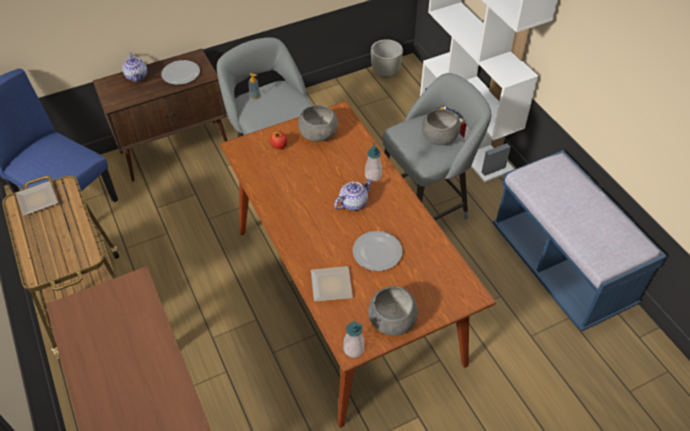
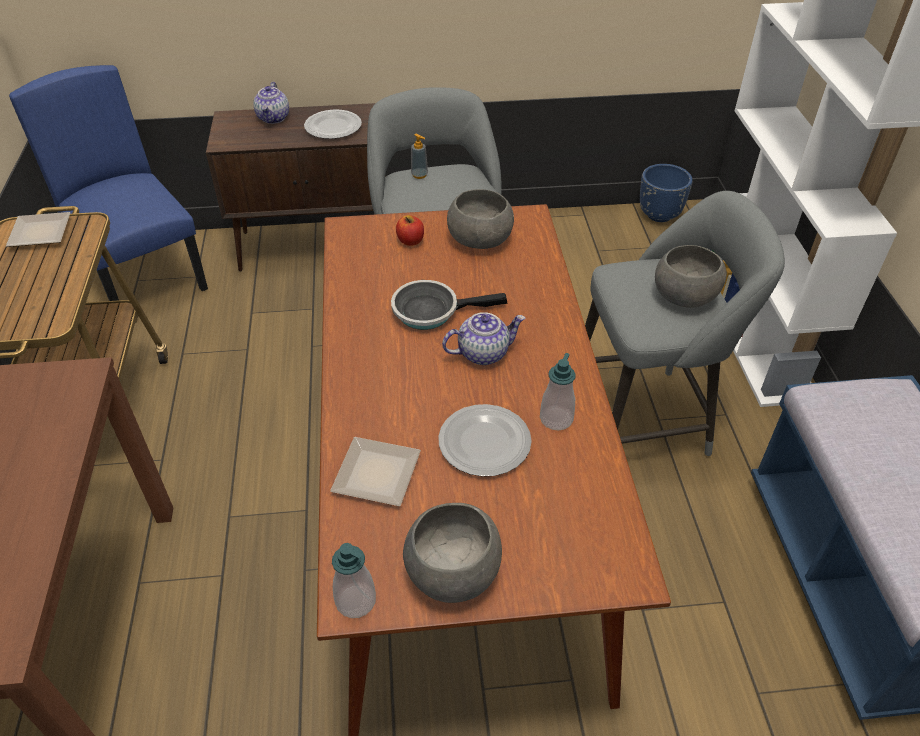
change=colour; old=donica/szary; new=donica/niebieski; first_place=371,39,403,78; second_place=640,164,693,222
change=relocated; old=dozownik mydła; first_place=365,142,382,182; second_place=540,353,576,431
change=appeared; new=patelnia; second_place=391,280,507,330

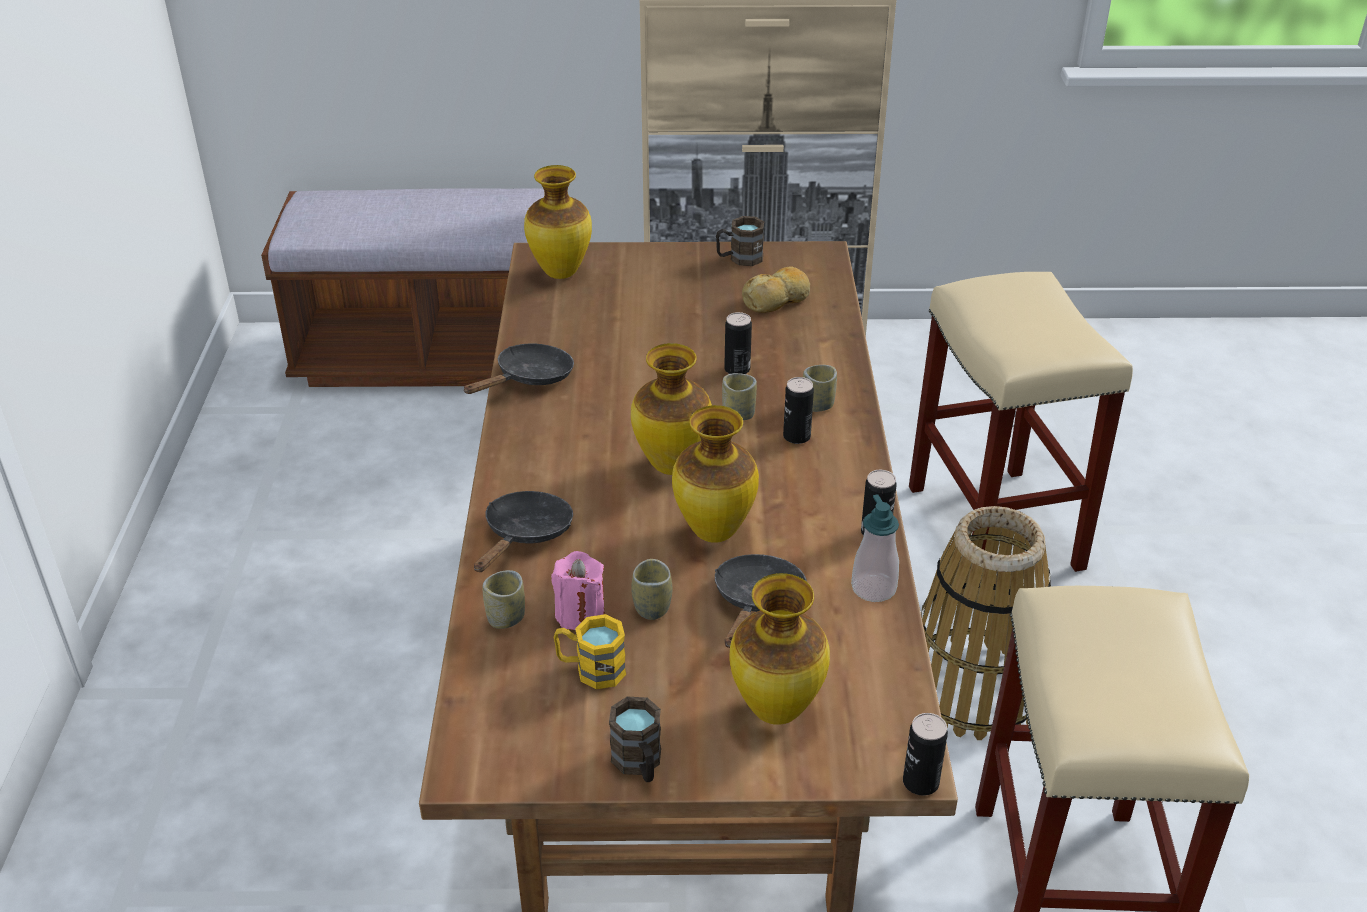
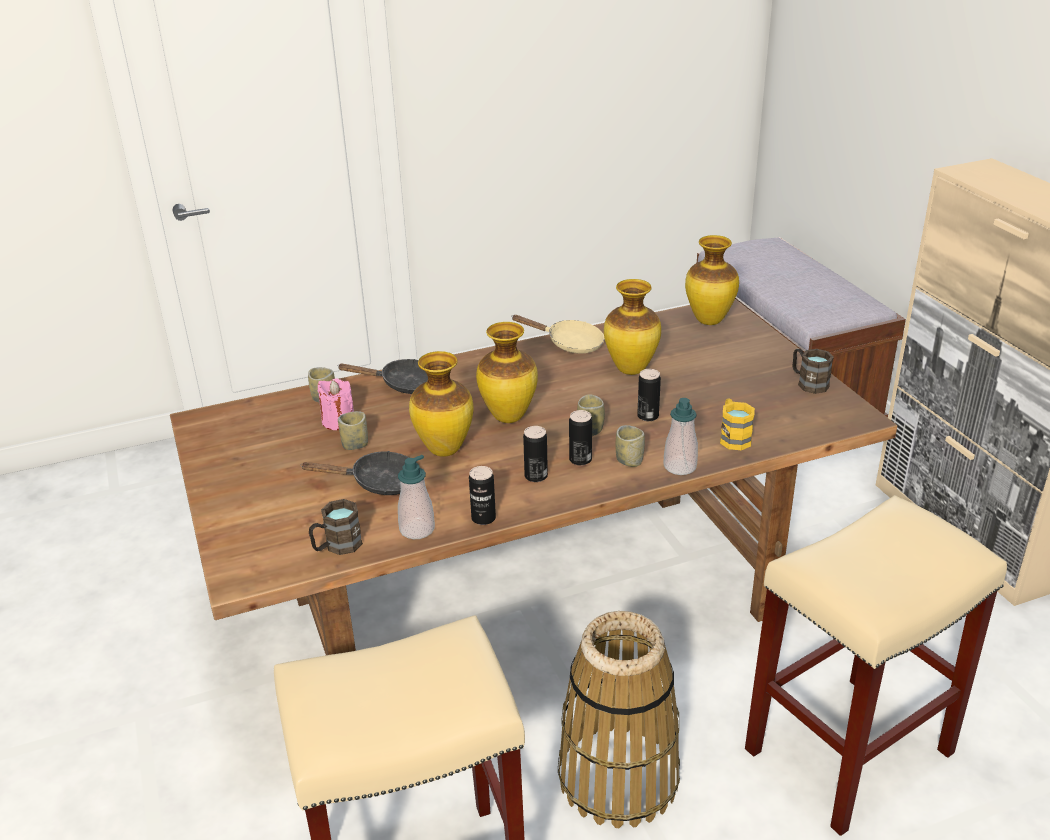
change=missing; old=chleb; first_place=742,266,810,313
change=colour; old=patelnia/czarny; new=patelnia/beżowy; first_place=463,344,574,394; second_place=511,315,604,354
change=relocated; old=wazon; first_place=729,573,830,725; second_place=604,279,661,375
change=relocated; old=kubek/żółty; first_place=554,614,626,689; second_place=720,399,755,450
change=relocated; old=kubek/brązowy; first_place=609,697,661,782; second_place=309,499,363,555
change=relocated; old=puszka; first_place=903,713,948,796; second_place=523,426,548,482
change=appeared; new=dozownik mydła; second_place=663,398,698,475

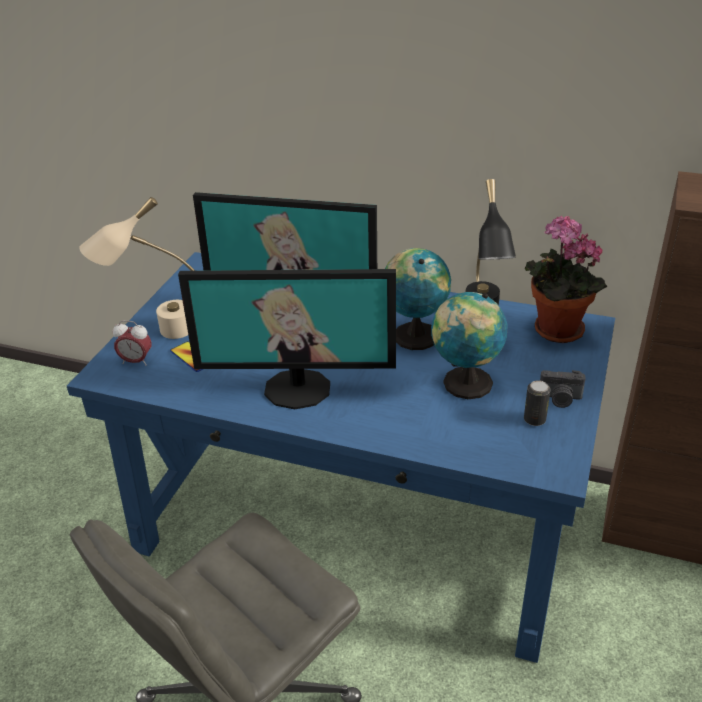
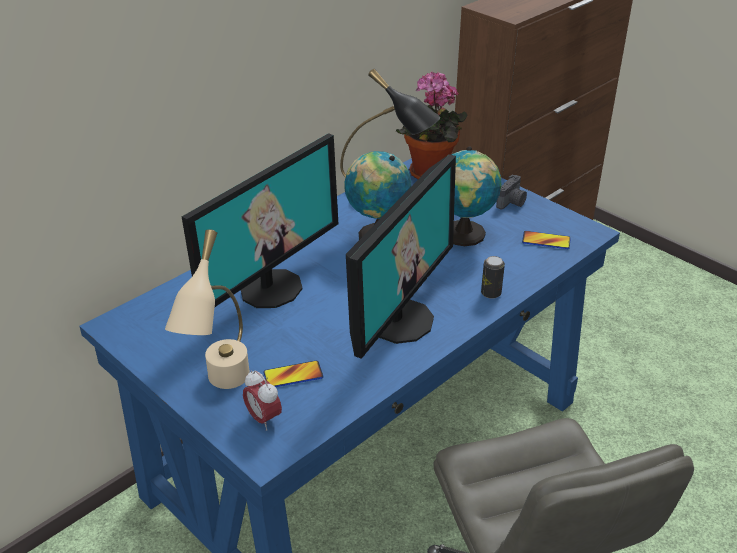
change=spun; old=budzik; first_place=113,320,151,366; second_place=243,370,282,431; degrees=105
change=relocated; old=puszka; first_place=524,380,550,426; second_place=481,256,505,299
change=appeared; new=telefon; second_place=522,231,571,249

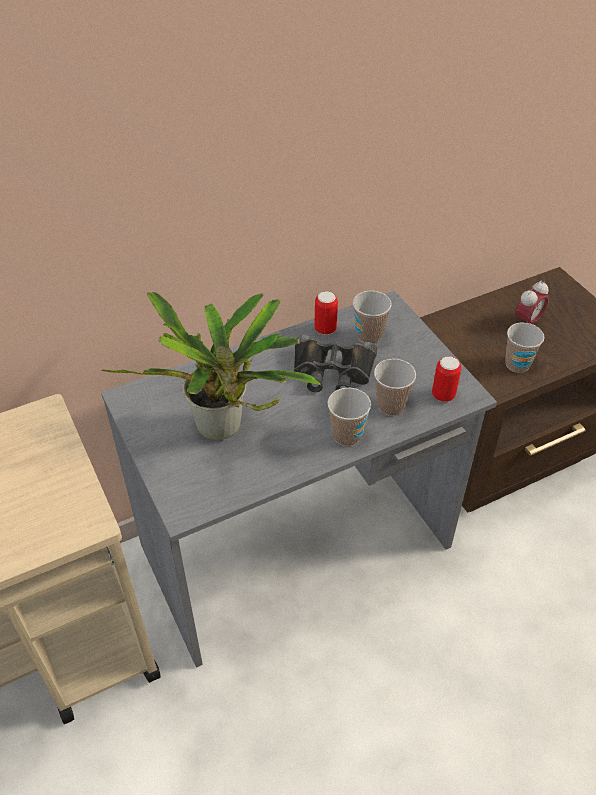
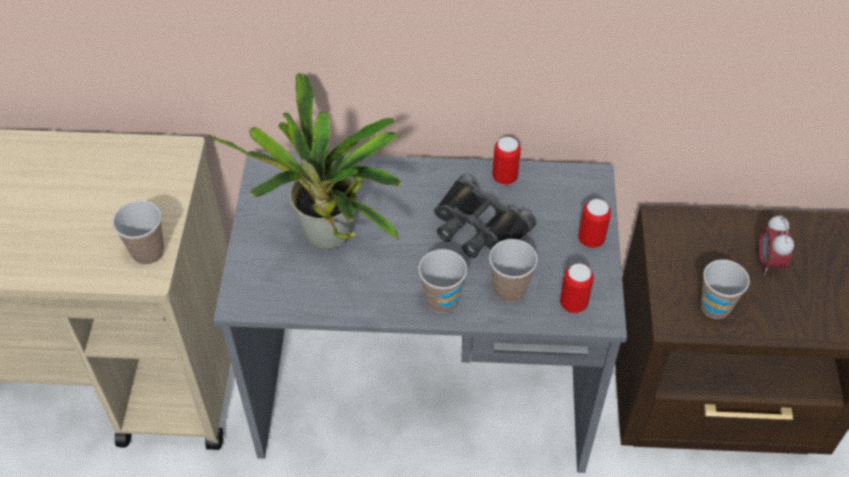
change=spun; old=budzik; first_place=515,280,549,324; second_place=758,215,794,276; degrees=105
change=relocated; old=filiżanka; first_place=353,291,392,344; second_place=112,200,164,265
change=appeared; new=puszka; second_place=578,199,611,248

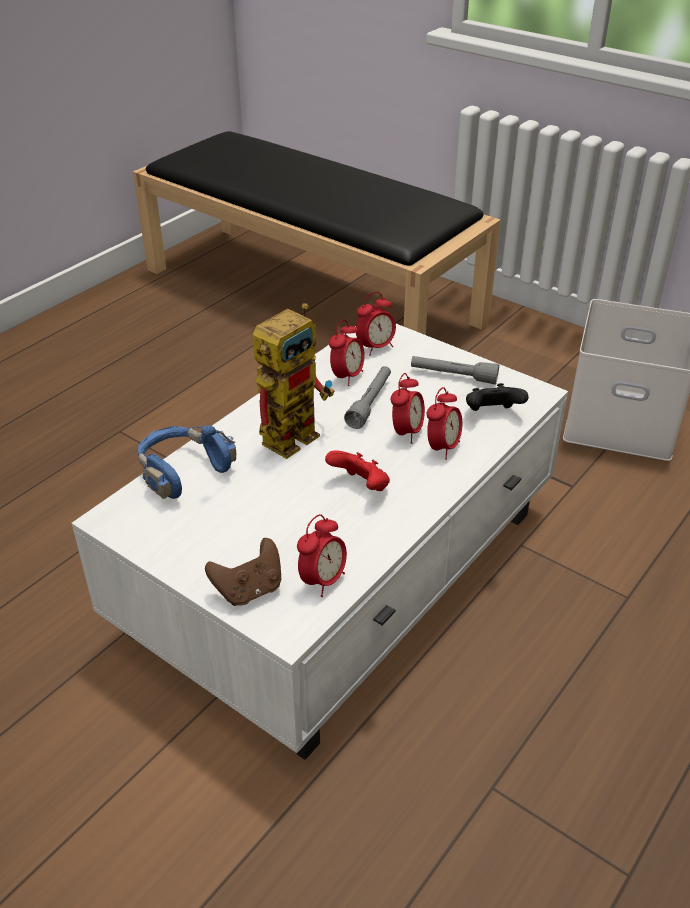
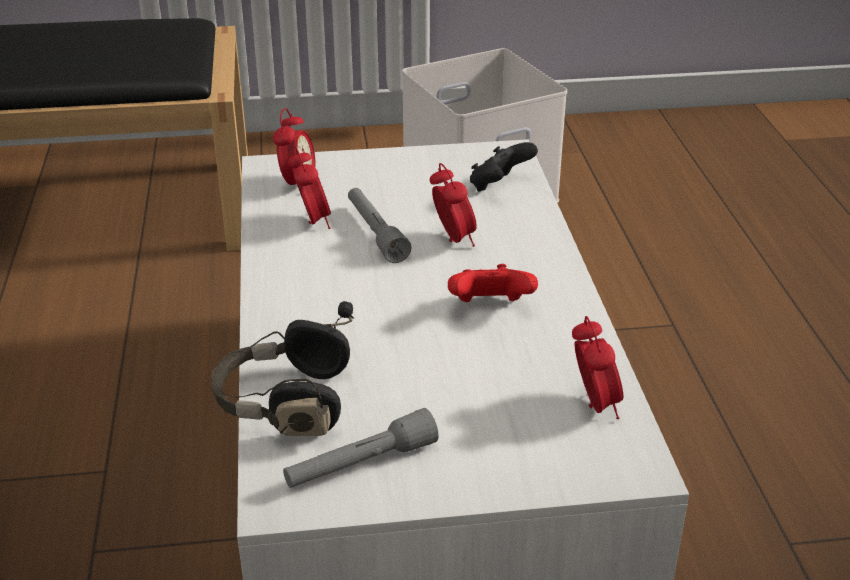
change=missing; old=robot zabawkowy; first_place=253,303,335,459
change=relocated; old=latarka/szary; first_place=411,356,499,385; second_place=283,408,439,488
change=missing; old=budzik; first_place=427,387,462,460
change=colour; old=słuchawki/niebieski; new=słuchawki/czarny; first_place=138,425,236,499; second_place=211,301,354,436
change=missing; old=pad do gier/brązowy; first_place=205,538,281,606

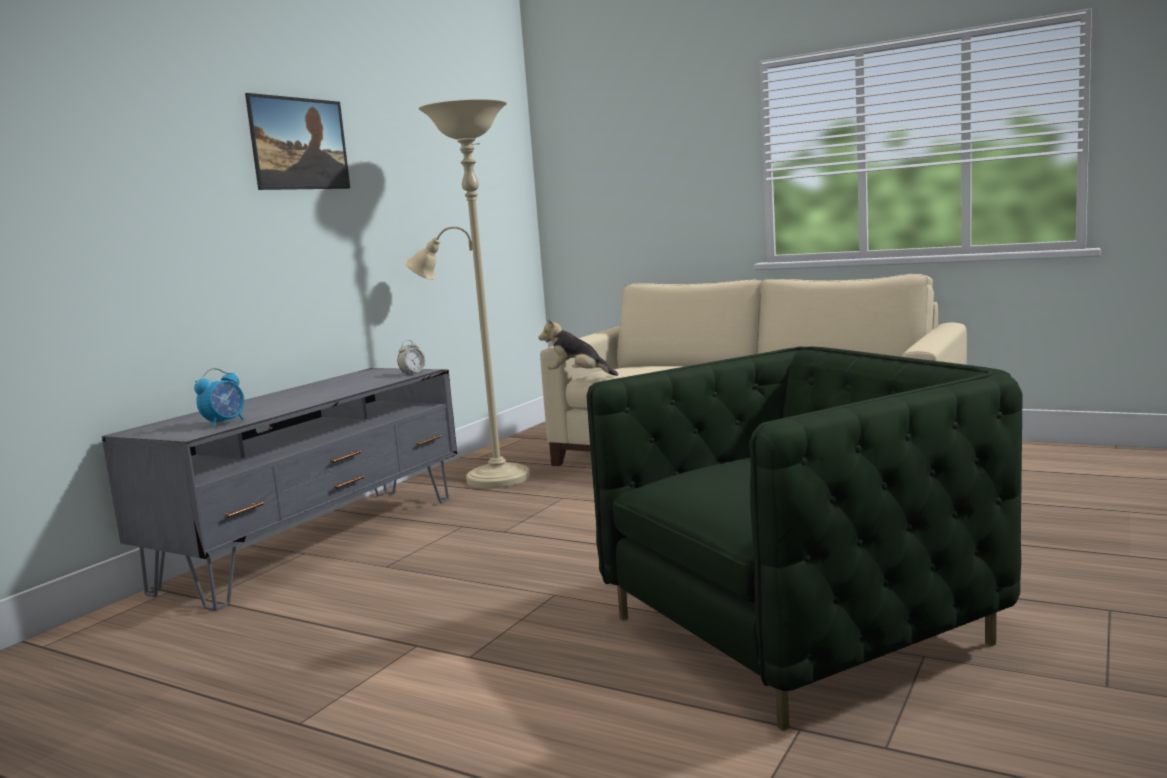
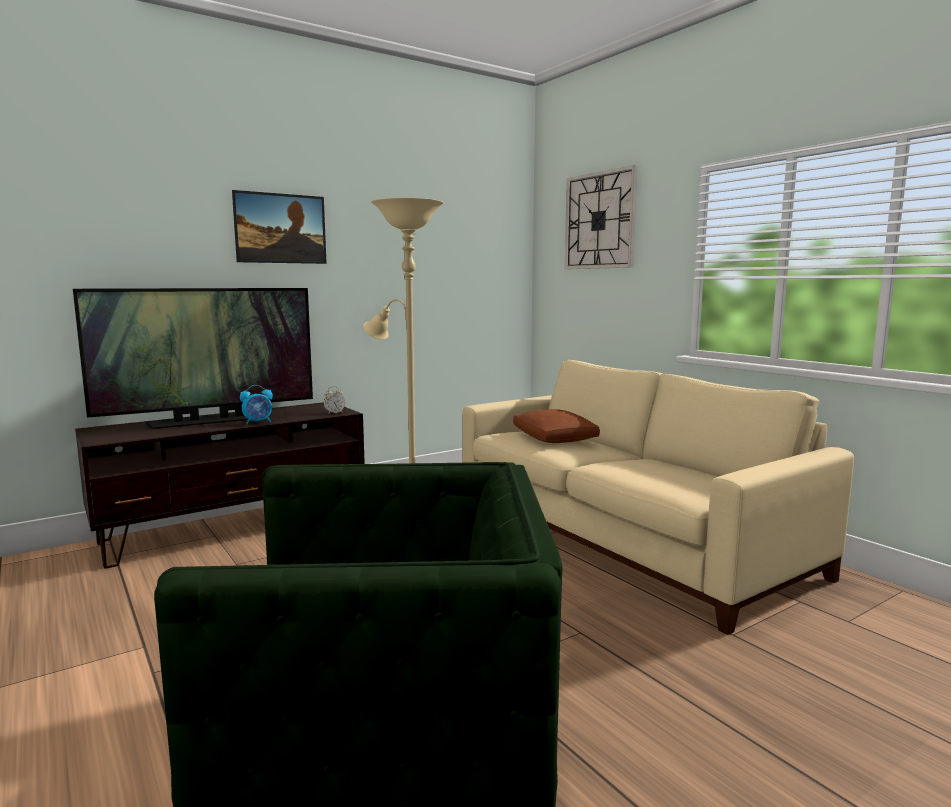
change=missing; old=pluszak; first_place=539,318,618,376
change=colour; old=szafka pod telewizor/szary; new=szafka pod telewizor/brązowy; first_place=102,368,457,611; second_place=75,402,365,569
change=relocated; old=budzik; first_place=194,368,245,428; second_place=240,385,273,425
change=appeared; new=zegar ścienny; second_place=564,165,637,269
change=appeared; new=telewizor; second_place=73,288,313,429
change=appeared; new=poduszka/brązowy; second_place=513,409,600,443

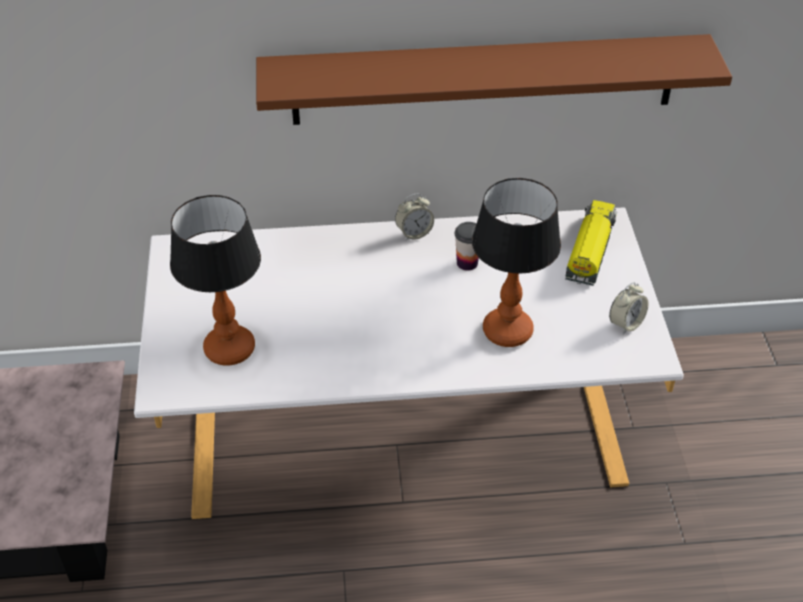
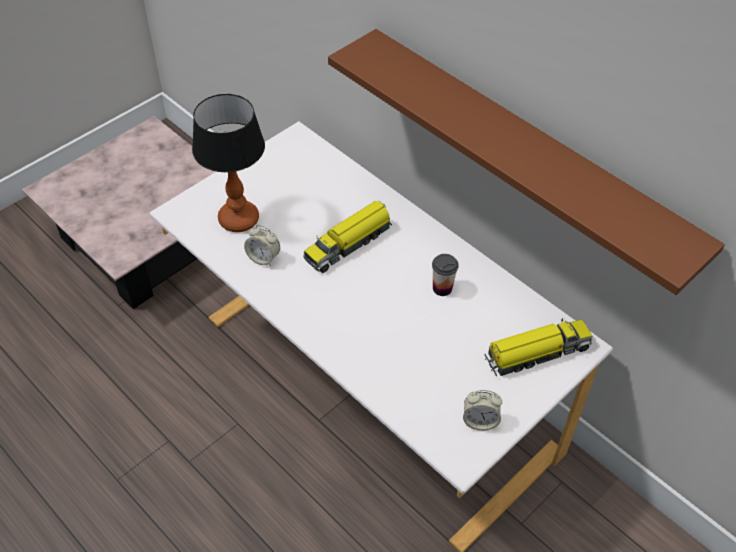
change=missing; old=lampa stołowa; first_place=472,178,561,347
change=relocated; old=budzik; first_place=395,194,434,240; second_place=244,225,280,266
change=appeared; new=ciężarówka zabawkowa; second_place=303,201,392,273

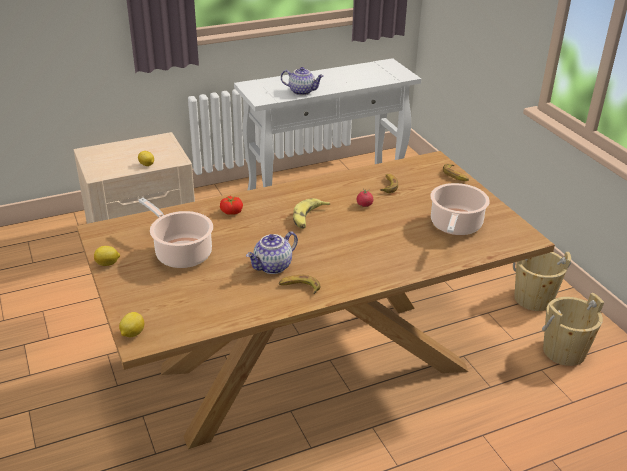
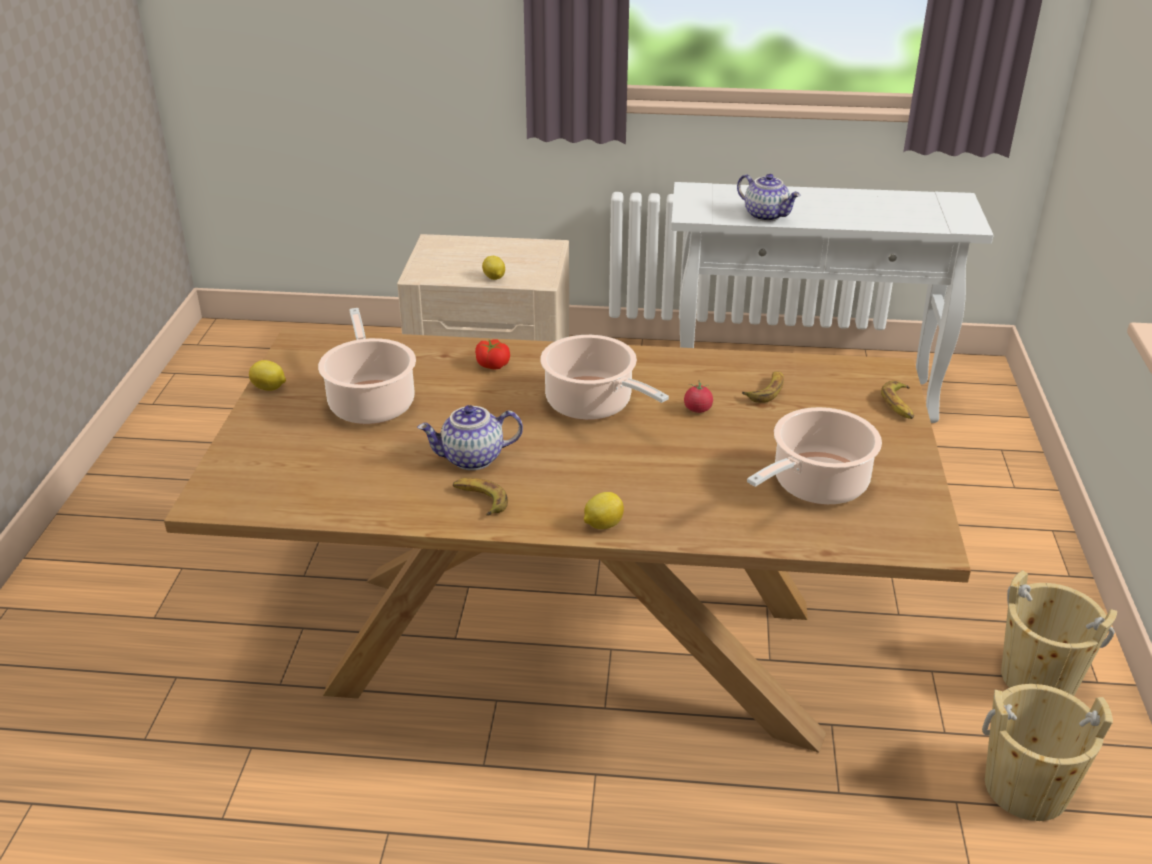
change=exchanged; old=banan; new=garnek; first_place=293,198,330,229; second_place=540,335,669,420
change=relocated; old=cytryna; first_place=119,312,144,337; second_place=584,492,624,529

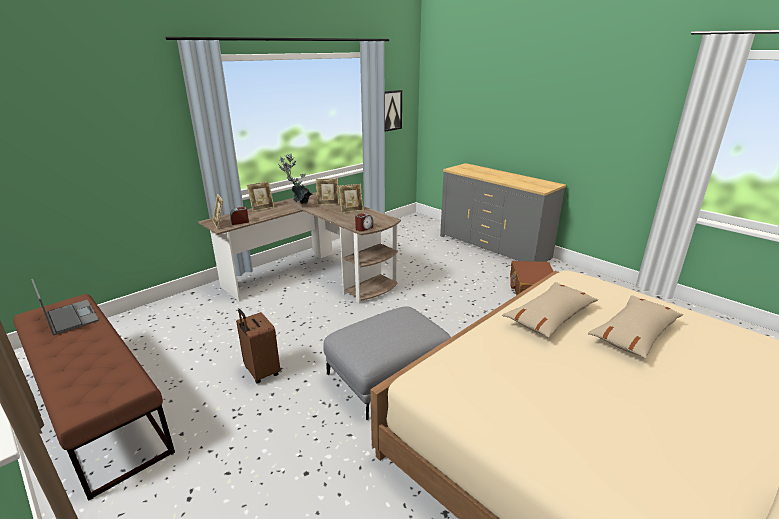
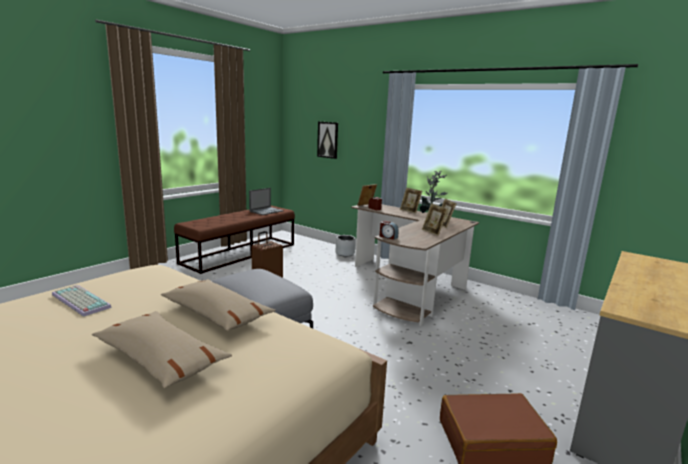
change=relocated; old=obraz; first_place=384,90,402,131; second_place=317,122,338,159
change=appeared; new=donica/szary; second_place=335,235,355,257
change=appeared; new=klawiatura; second_place=52,285,112,317

